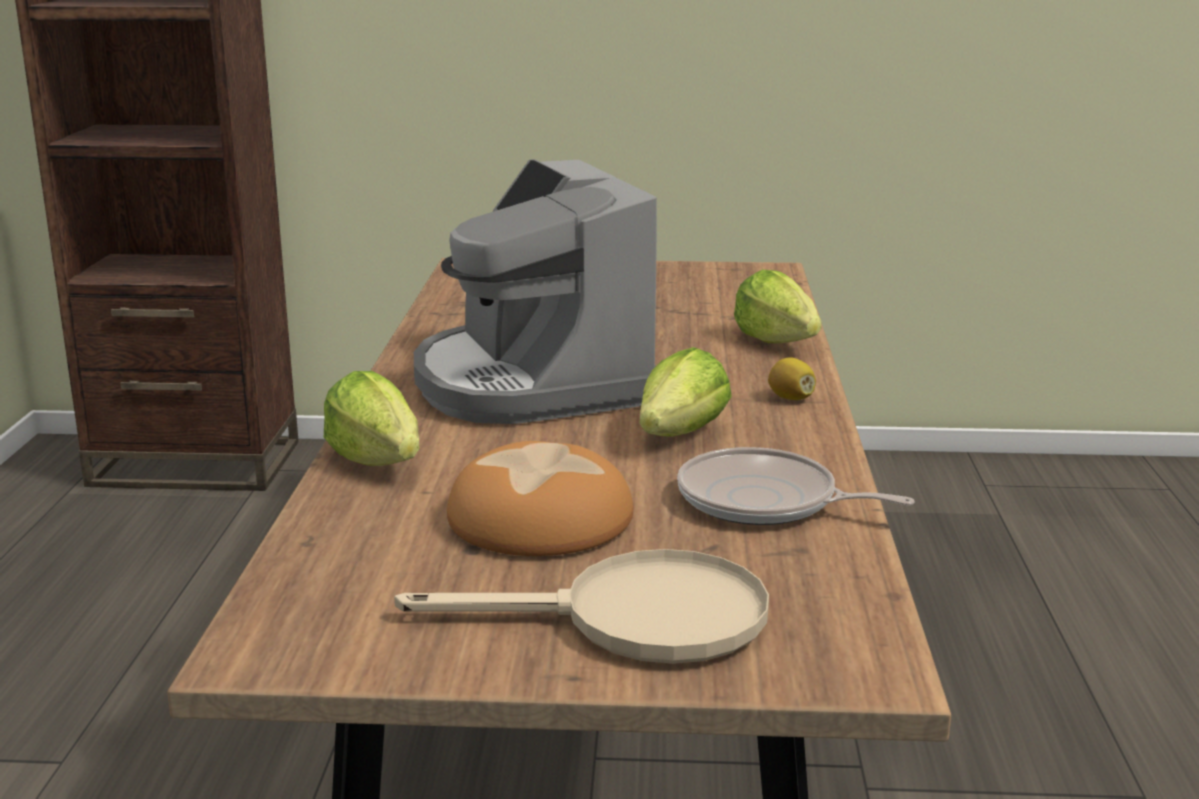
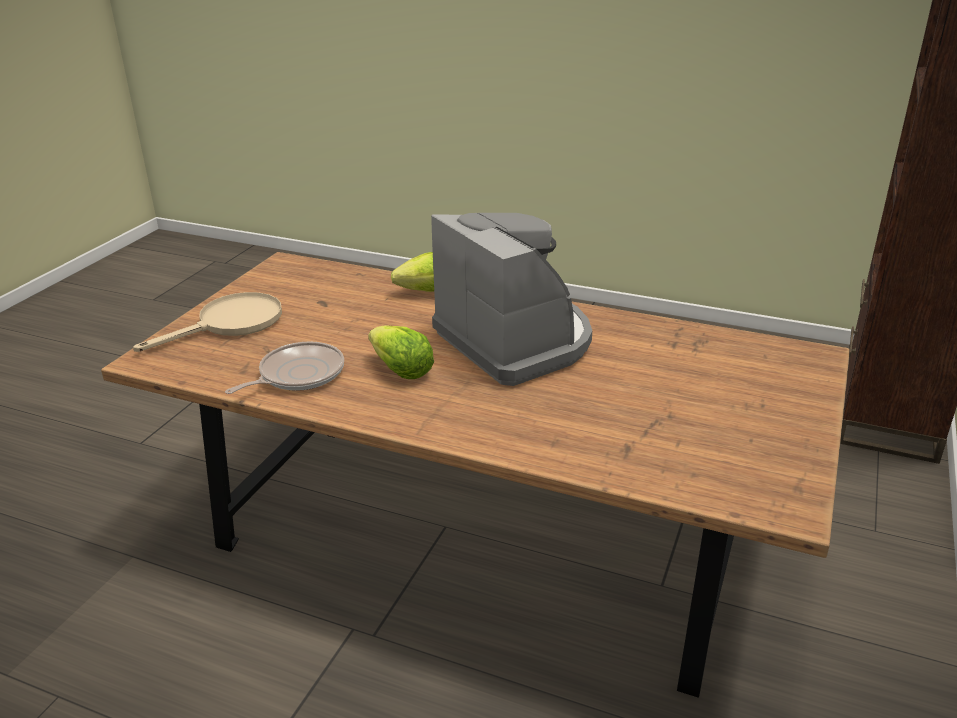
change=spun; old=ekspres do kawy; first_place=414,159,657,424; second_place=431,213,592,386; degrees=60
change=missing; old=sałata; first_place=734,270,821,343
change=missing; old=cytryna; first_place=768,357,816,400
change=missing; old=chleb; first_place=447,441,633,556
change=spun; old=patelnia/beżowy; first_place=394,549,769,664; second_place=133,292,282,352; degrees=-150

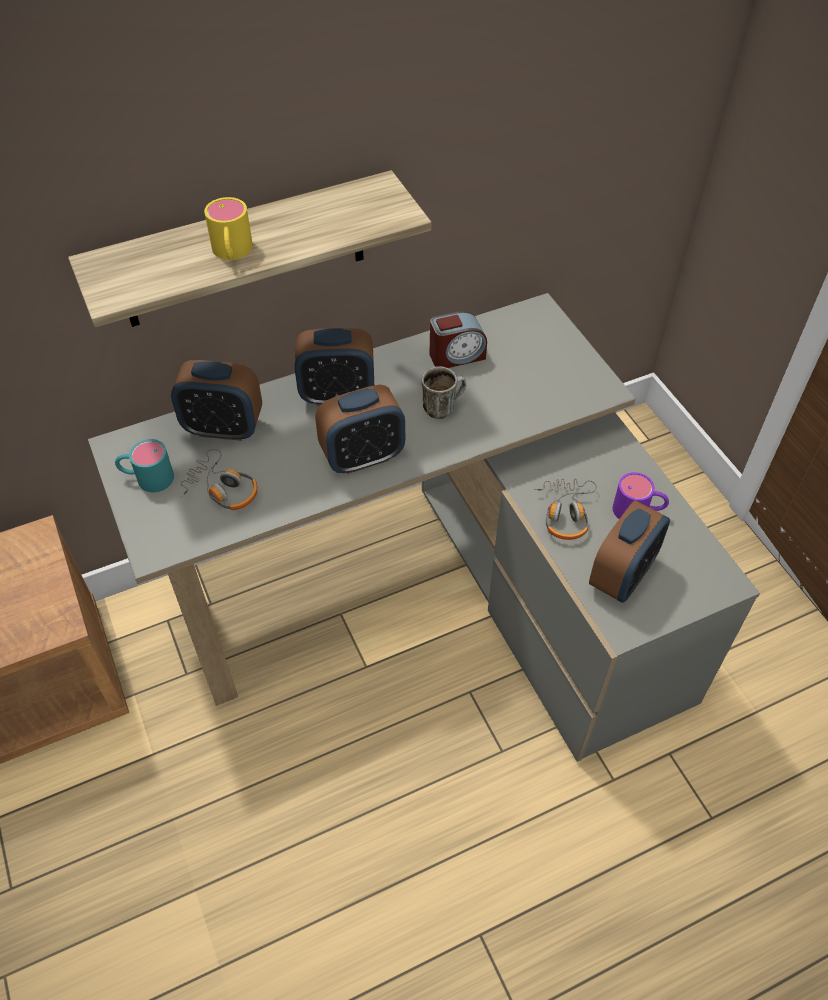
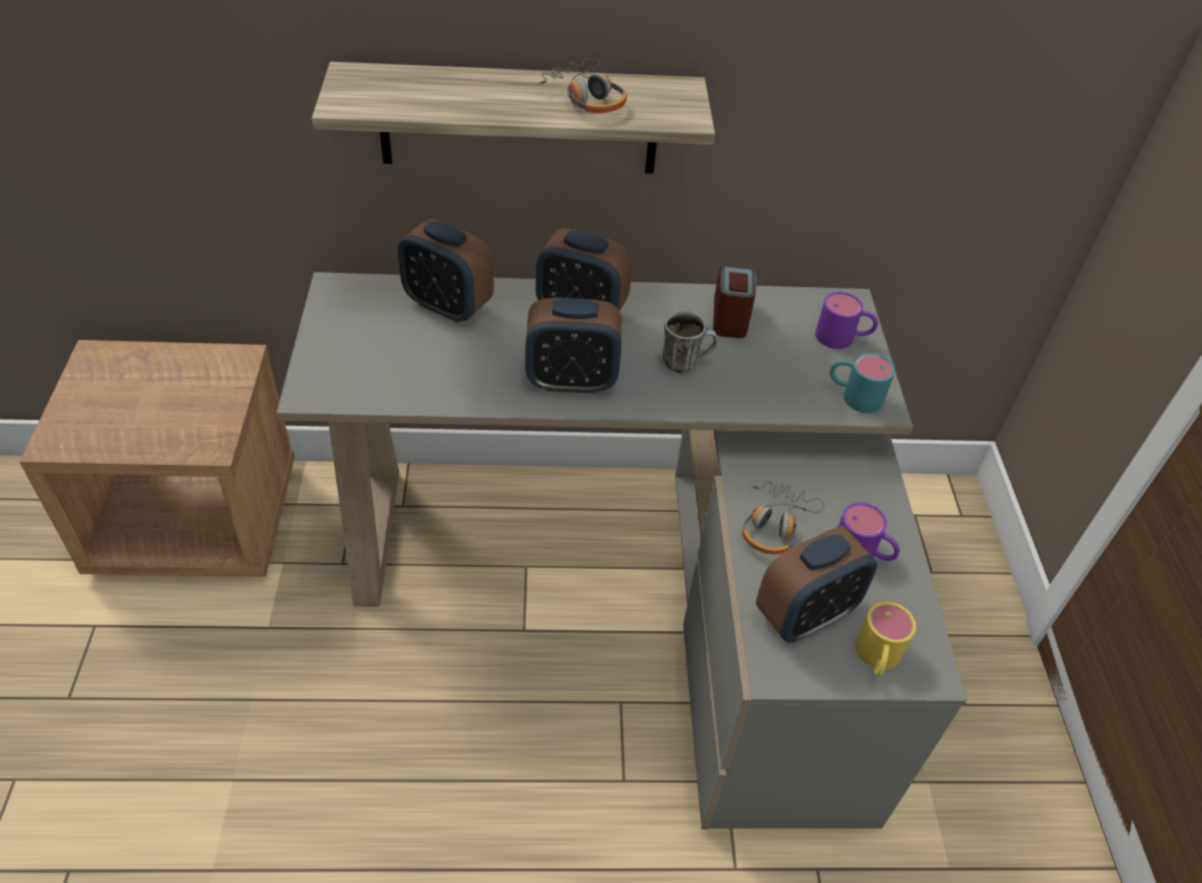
change=relocated; old=kubek/żółty; first_place=204,197,253,260; second_place=855,602,916,677
change=spun; old=budzik; first_place=429,311,487,368; second_place=713,266,756,338; degrees=-90
change=relocated; old=kubek/turkusowy; first_place=115,439,174,492; second_place=830,353,895,413
change=relocated; old=słuchawki; first_place=181,449,258,510; second_place=537,58,627,113
change=appeared; new=kubek/fioletowy; second_place=815,292,878,349

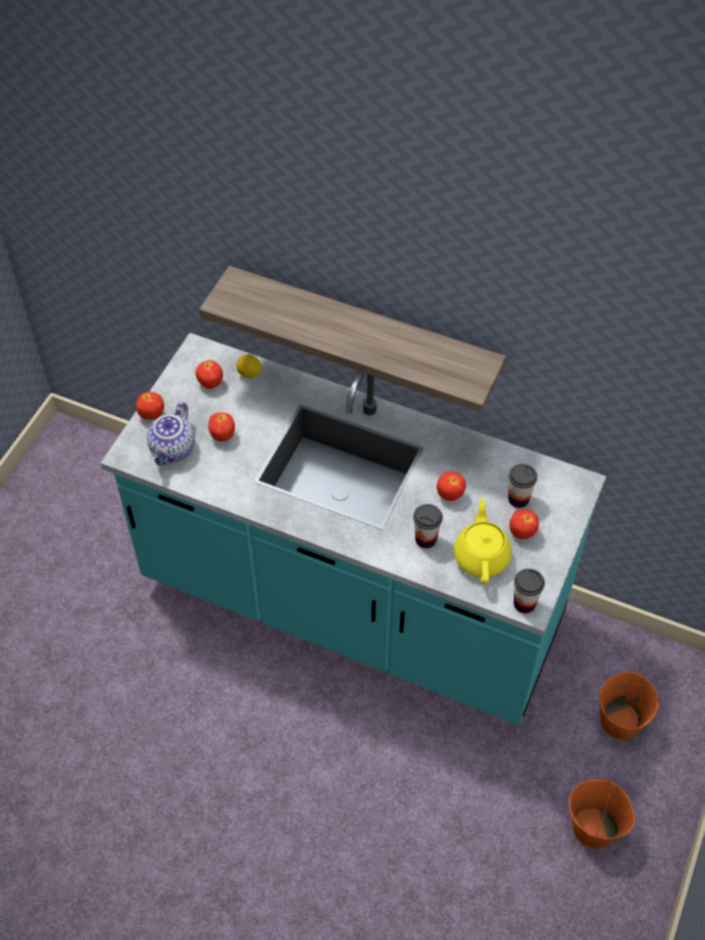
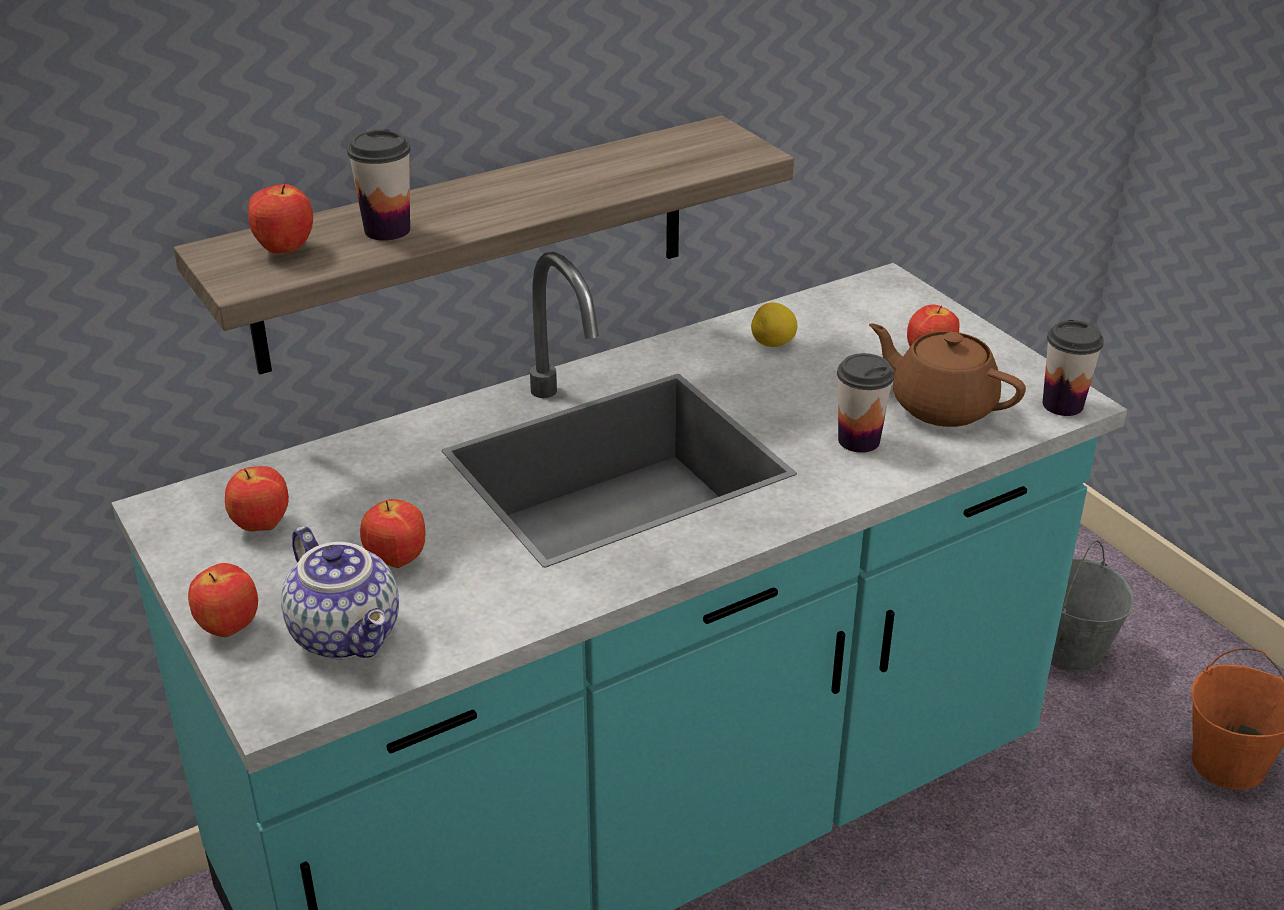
change=relocated; old=cytryna; first_place=237,354,262,378; second_place=751,302,797,347
change=relocated; old=filiżanka; first_place=508,464,538,508; second_place=347,129,411,241
change=relocated; old=jabłko; first_place=437,471,466,501; second_place=248,184,313,254
change=colour; old=imbryk/żółty; new=imbryk/brązowy; first_place=454,498,512,584; second_place=869,323,1026,427
change=colour; old=wiadro/pomarańczowy; new=wiadro/szary; first_place=599,671,659,740; second_place=1051,541,1134,672

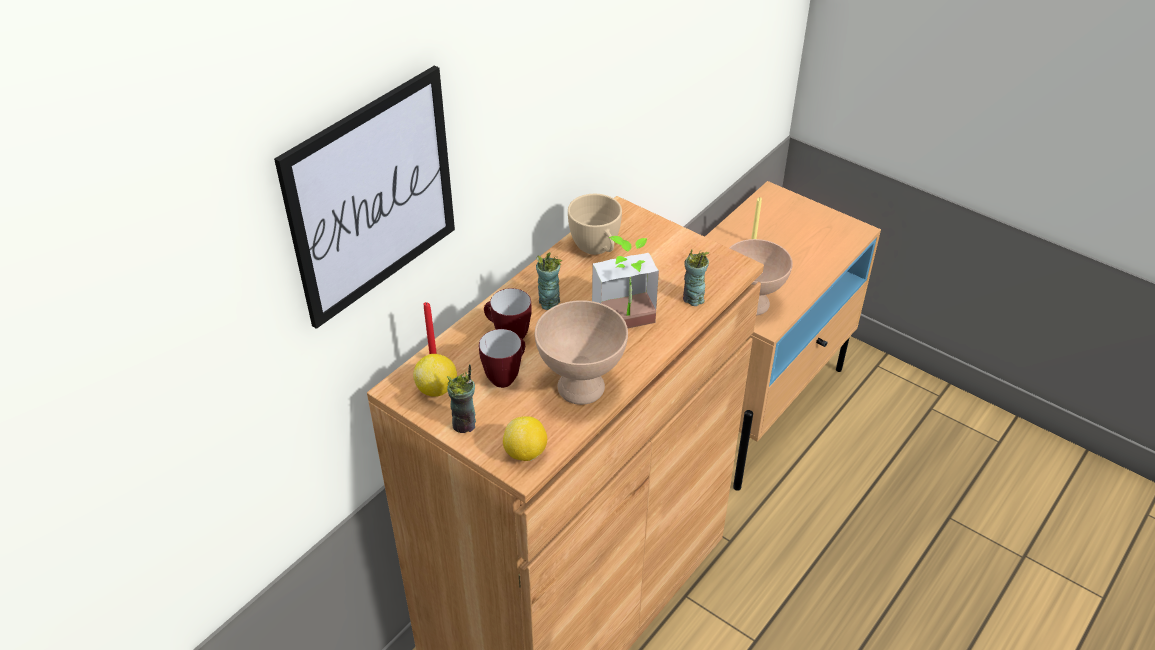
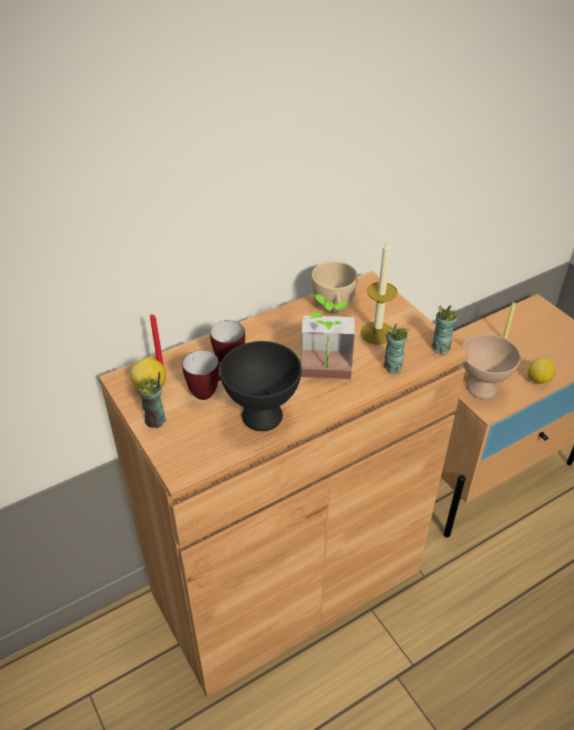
change=missing; old=obraz; first_place=274,65,455,329
change=relocated; old=filiżanka; first_place=536,252,562,310; second_place=432,305,460,355
change=colour; old=miska/beżowy; new=miska/czarny; first_place=535,300,628,405; second_place=220,341,302,431
change=relocated; old=cytryna; first_place=503,416,547,461; second_place=528,358,555,384
change=appeared; new=świeca; second_place=360,241,398,345

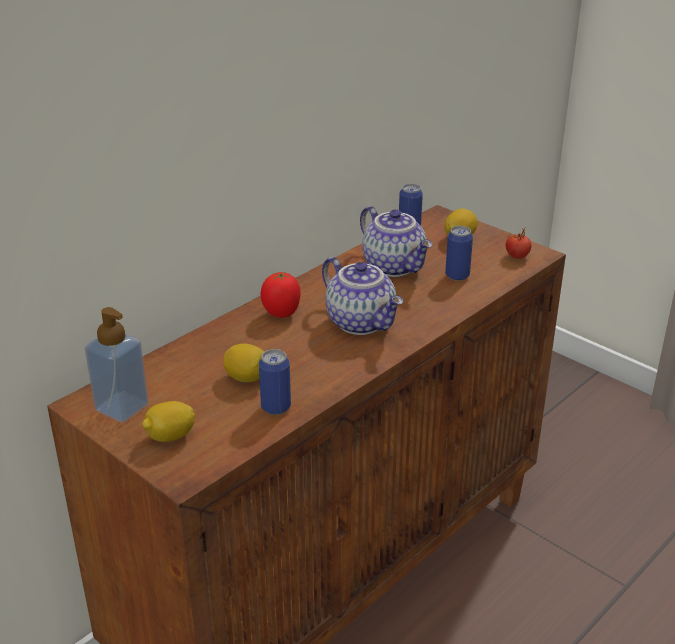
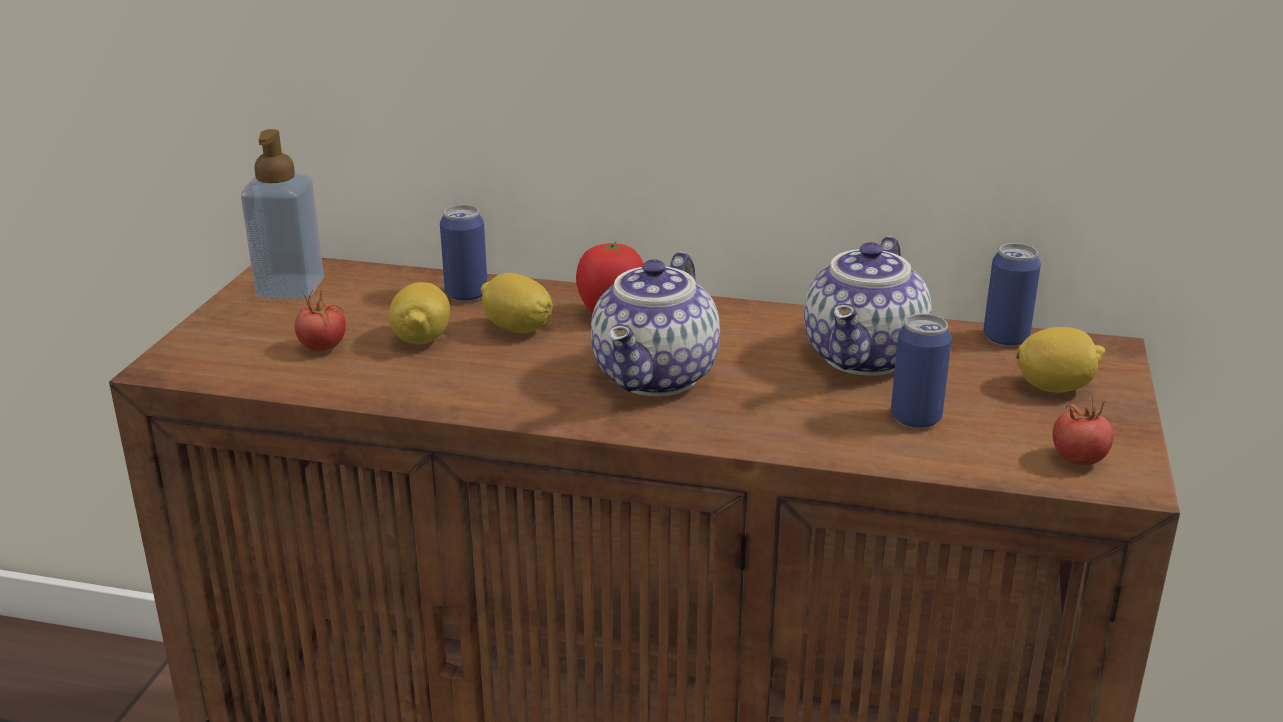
change=relocated; old=puszka; first_place=259,349,291,415; second_place=440,205,487,302
change=relocated; old=cytryna; first_place=142,401,195,442; second_place=481,273,553,333
change=appeared; new=pomidor; second_place=294,289,346,351

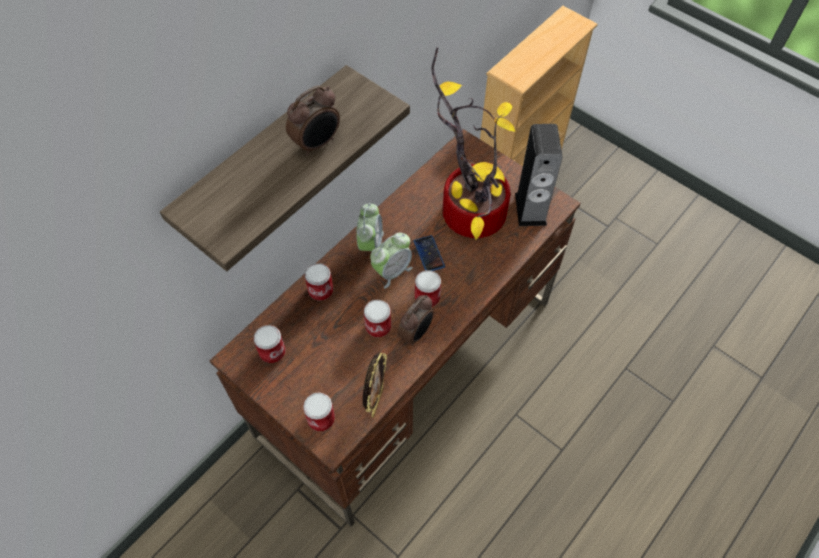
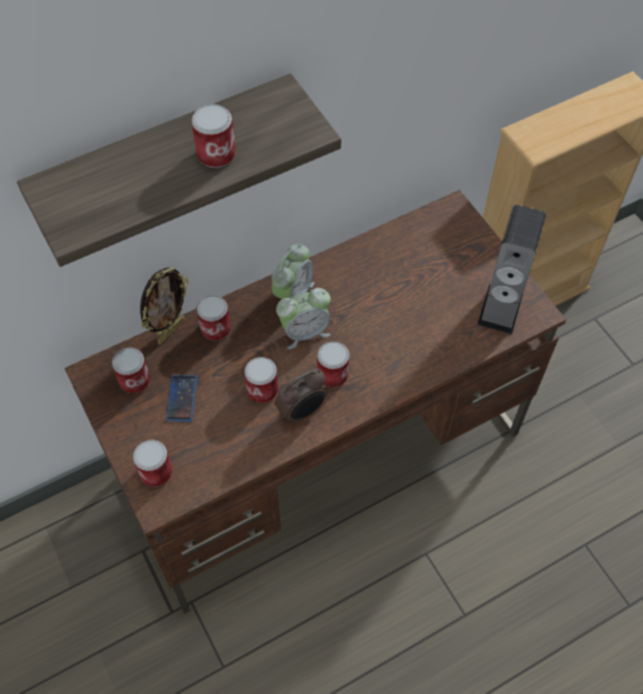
change=missing; old=roślina doniczkowa; first_place=431,48,515,240
change=exchanged; old=budzik; new=puszka; first_place=286,85,340,156; second_place=191,104,236,168
change=relocated; old=telefon; first_place=414,235,445,271; second_place=166,375,197,422
change=relocated; old=ramka na zdjęcie; first_place=363,352,387,418; second_place=140,267,189,344

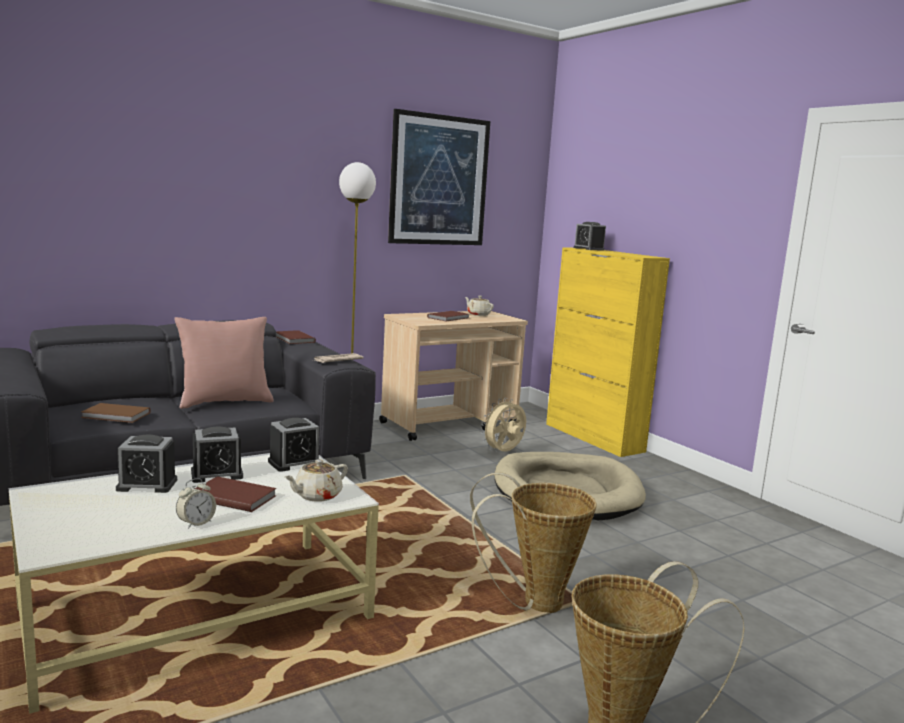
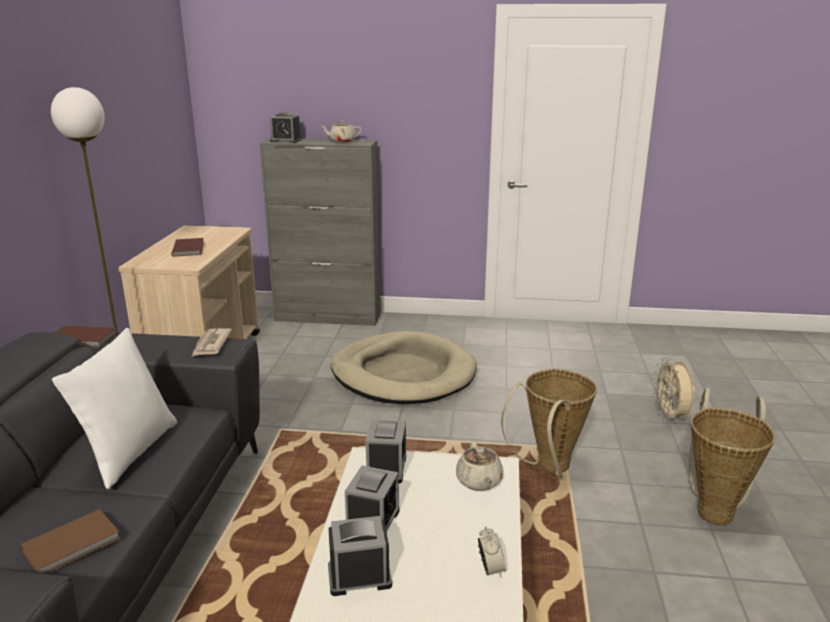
change=missing; old=obraz; first_place=388,109,490,245
change=colour; old=szafka/żółty; new=szafka/szary; first_place=546,247,670,457; second_place=260,138,381,326
change=relocated; old=imbryk/beżowy; first_place=465,296,494,316; second_place=320,121,362,143
change=colour; old=poduszka/różowy; new=poduszka/biały; first_place=174,317,274,409; second_place=52,328,177,489
change=relocated; old=wentylator/beżowy; first_place=481,398,526,452; second_place=653,358,695,423
change=spun; old=budzik; first_place=116,435,177,493; second_place=328,516,392,596; degrees=-135
change=missing; old=książka/brązowy; first_place=195,476,277,512

